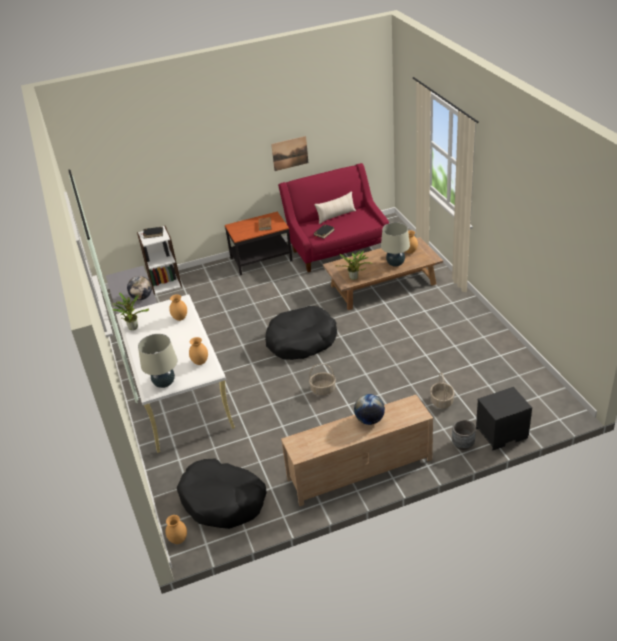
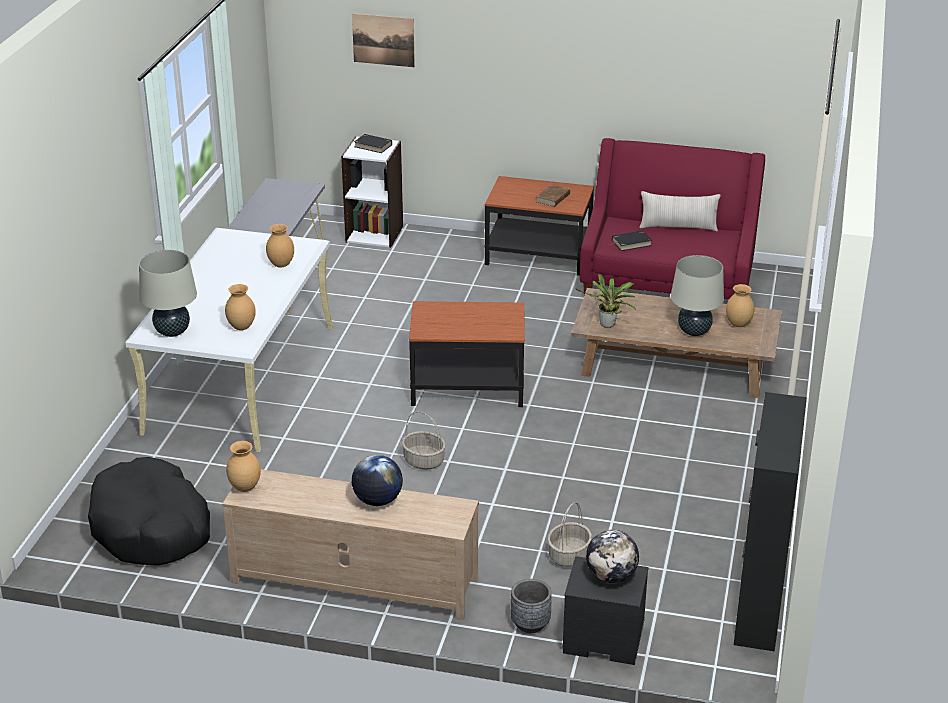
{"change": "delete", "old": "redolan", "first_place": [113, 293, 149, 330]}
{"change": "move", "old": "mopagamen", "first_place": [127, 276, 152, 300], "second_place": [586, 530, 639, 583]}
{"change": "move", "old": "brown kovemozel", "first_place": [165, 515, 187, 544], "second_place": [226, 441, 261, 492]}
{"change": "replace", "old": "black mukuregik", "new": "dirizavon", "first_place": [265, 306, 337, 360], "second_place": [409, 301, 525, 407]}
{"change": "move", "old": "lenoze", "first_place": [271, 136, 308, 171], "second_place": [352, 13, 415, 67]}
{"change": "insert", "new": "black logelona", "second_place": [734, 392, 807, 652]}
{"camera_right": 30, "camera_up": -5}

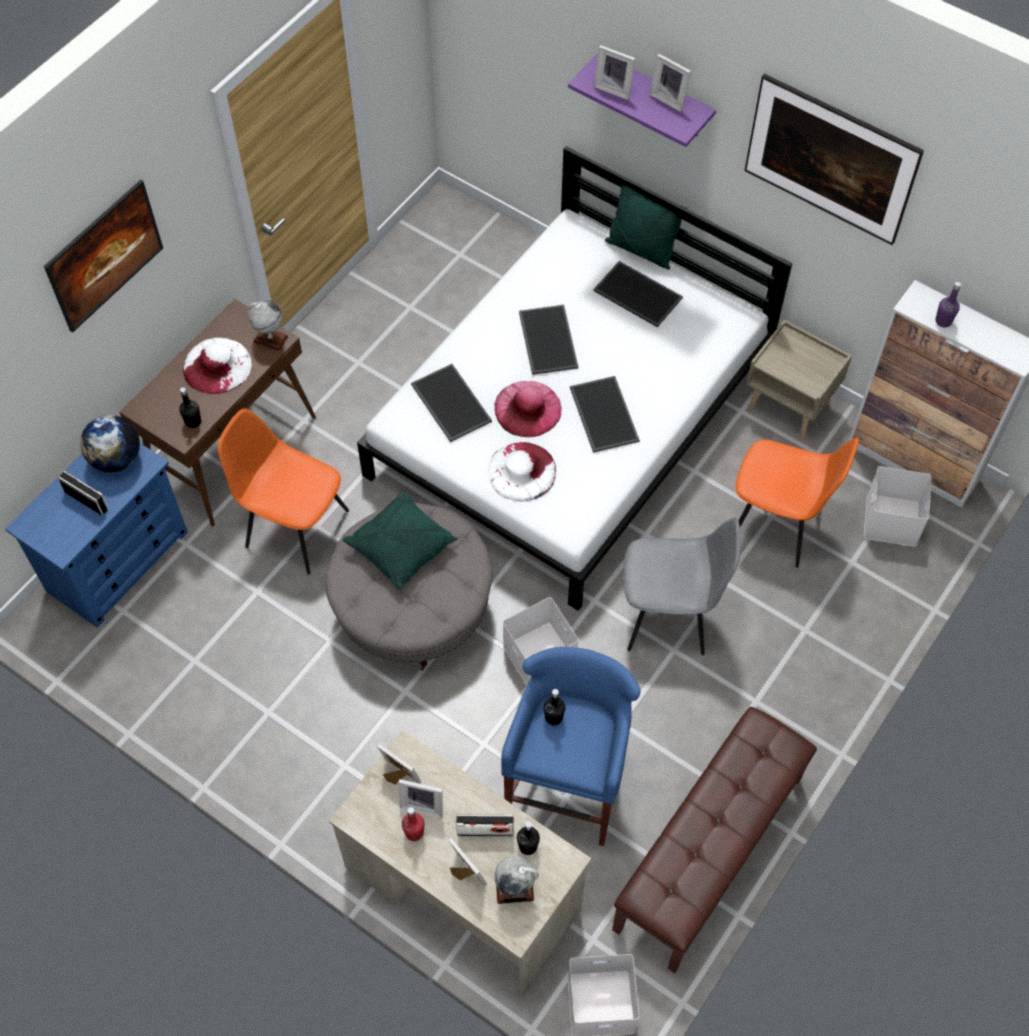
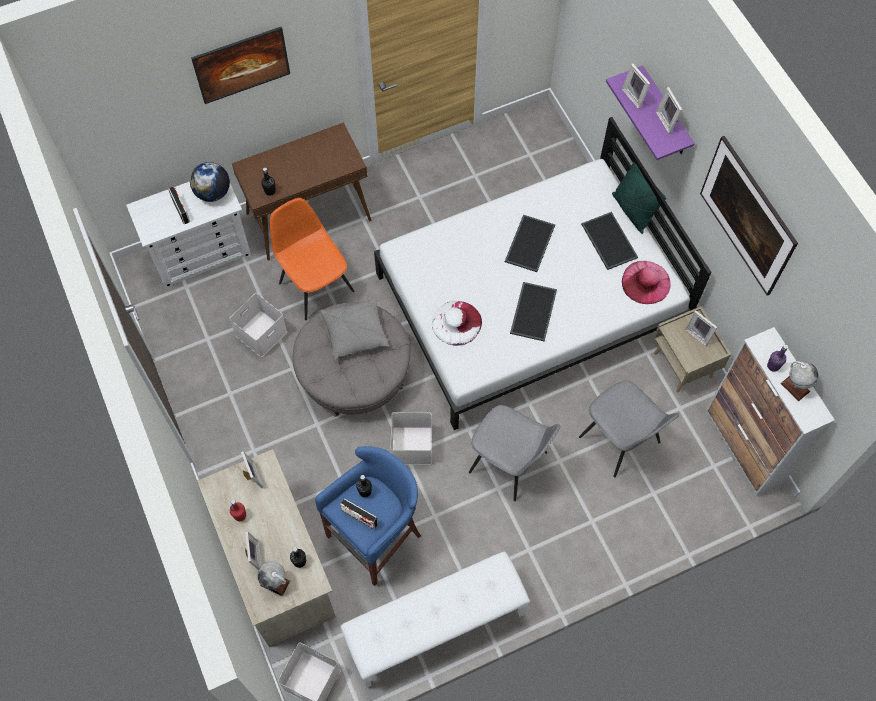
{"change": "recolor", "old": "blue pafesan", "new": "white pafesan", "first_place": [5, 443, 188, 628], "second_place": [126, 181, 252, 289]}
{"change": "delete", "old": "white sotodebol", "first_place": [183, 338, 252, 394]}
{"change": "move", "old": "mopagamen", "first_place": [247, 300, 289, 351], "second_place": [780, 361, 818, 401]}
{"change": "recolor", "old": "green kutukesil", "new": "grey kutukesil", "first_place": [343, 490, 458, 590], "second_place": [321, 298, 390, 360]}
{"change": "move", "old": "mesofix", "first_place": [398, 779, 443, 818], "second_place": [685, 311, 718, 346]}
{"change": "delete", "old": "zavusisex", "first_place": [411, 364, 492, 442]}
{"change": "move", "old": "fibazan", "first_place": [456, 815, 514, 836], "second_place": [340, 498, 378, 530]}
{"change": "move", "old": "pink sotodebol", "first_place": [494, 381, 562, 437], "second_place": [622, 261, 671, 304]}
{"change": "recolor", "old": "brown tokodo", "new": "white tokodo", "first_place": [612, 707, 817, 973], "second_place": [340, 552, 530, 688]}
{"change": "recolor", "old": "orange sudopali", "new": "grey sudopali", "first_place": [736, 437, 859, 568], "second_place": [579, 380, 679, 478]}
{"change": "move", "old": "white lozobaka", "first_place": [864, 466, 932, 547], "second_place": [229, 293, 287, 357]}
{"camera_right": 30, "camera_up": 5}

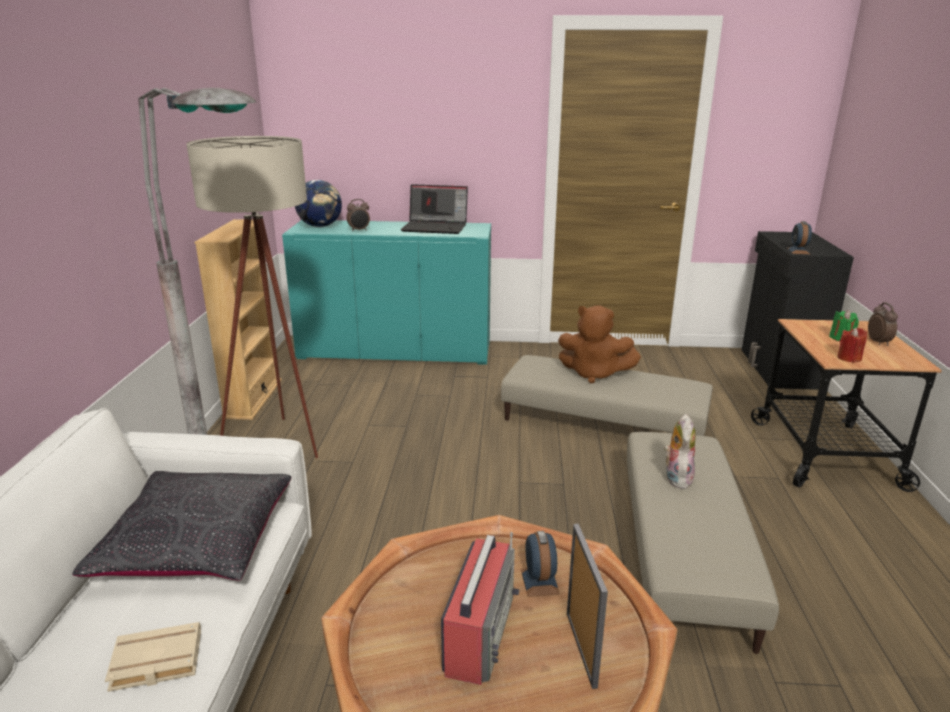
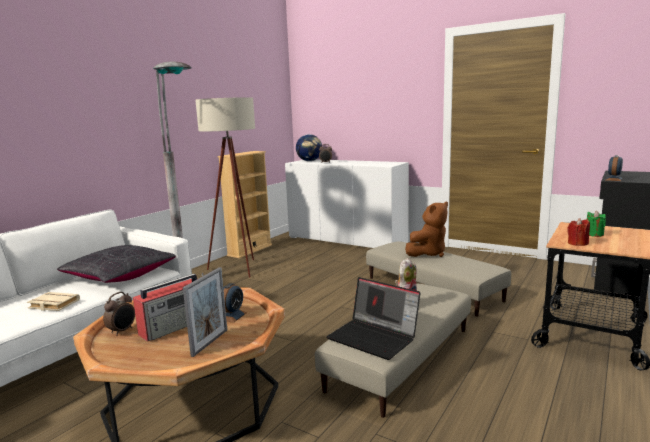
{"change": "recolor", "old": "turquoise logelona", "new": "white logelona", "first_place": [282, 220, 491, 365], "second_place": [285, 159, 409, 248]}
{"change": "move", "old": "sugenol", "first_place": [401, 184, 468, 234], "second_place": [327, 277, 421, 360]}
{"change": "rotate", "old": "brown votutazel", "first_place": [558, 305, 641, 383], "second_place": [405, 202, 448, 257], "degrees": -90}
{"change": "move", "old": "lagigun", "first_place": [868, 302, 898, 346], "second_place": [103, 292, 135, 336]}
{"camera_right": 30, "camera_up": -10}

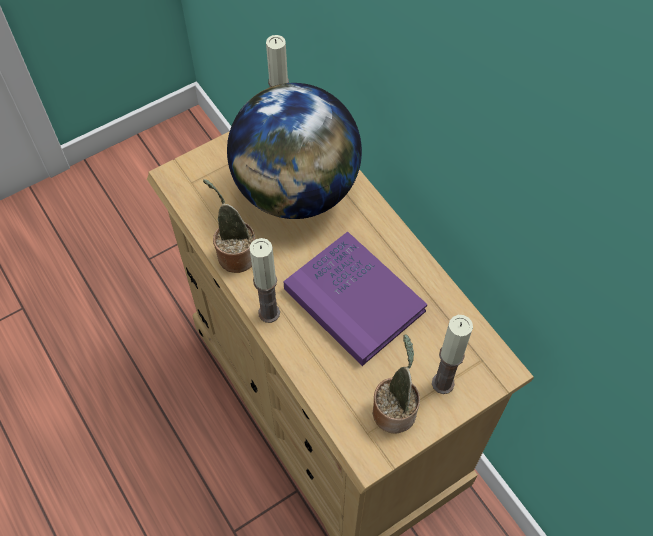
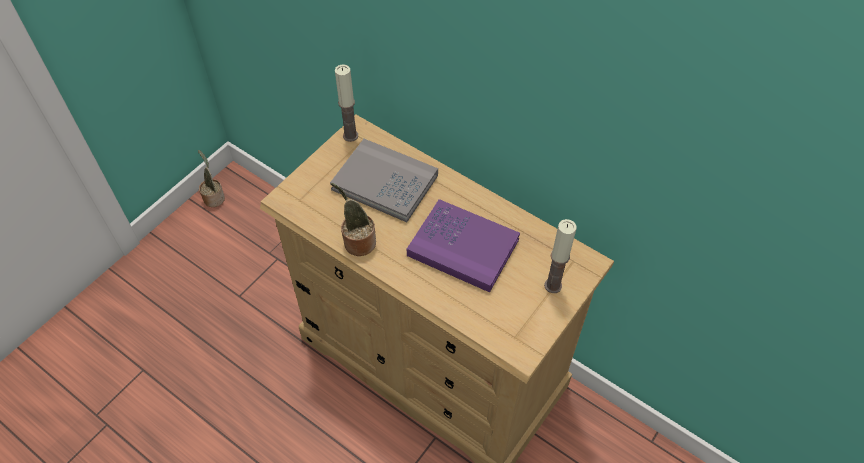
{"change": "replace", "old": "mopagamen", "new": "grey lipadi", "first_place": [227, 83, 362, 219], "second_place": [330, 139, 438, 222]}
{"change": "delete", "old": "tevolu", "first_place": [250, 238, 280, 323]}
{"change": "move", "old": "redolan", "first_place": [373, 334, 420, 433], "second_place": [198, 150, 225, 207]}
{"camera_right": -20, "camera_up": -5}

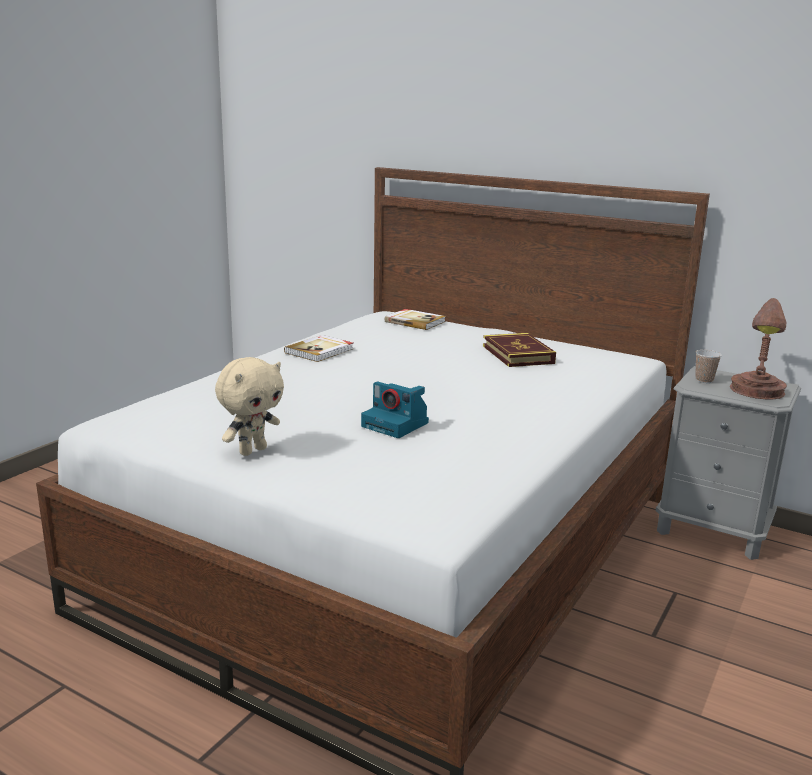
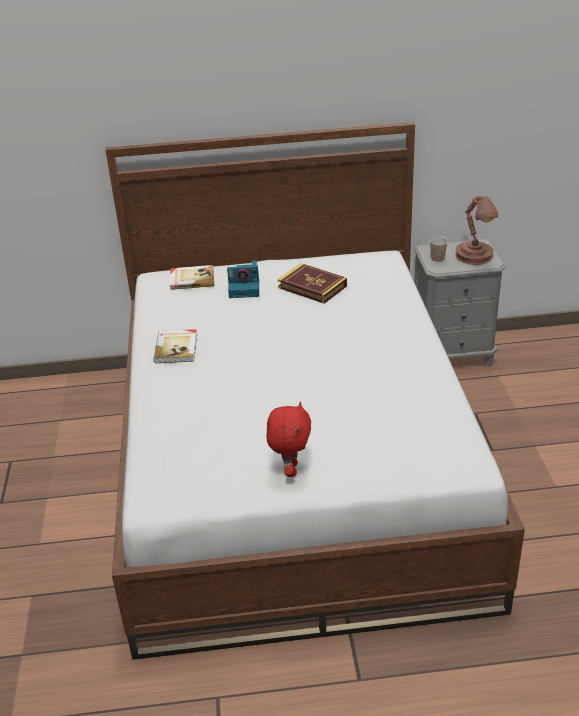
{"change": "recolor", "old": "beige votutazel", "new": "red votutazel", "first_place": [215, 357, 284, 456], "second_place": [266, 402, 311, 477]}
{"change": "move", "old": "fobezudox", "first_place": [361, 381, 429, 438], "second_place": [227, 260, 259, 298]}
{"camera_right": -35, "camera_up": 15}

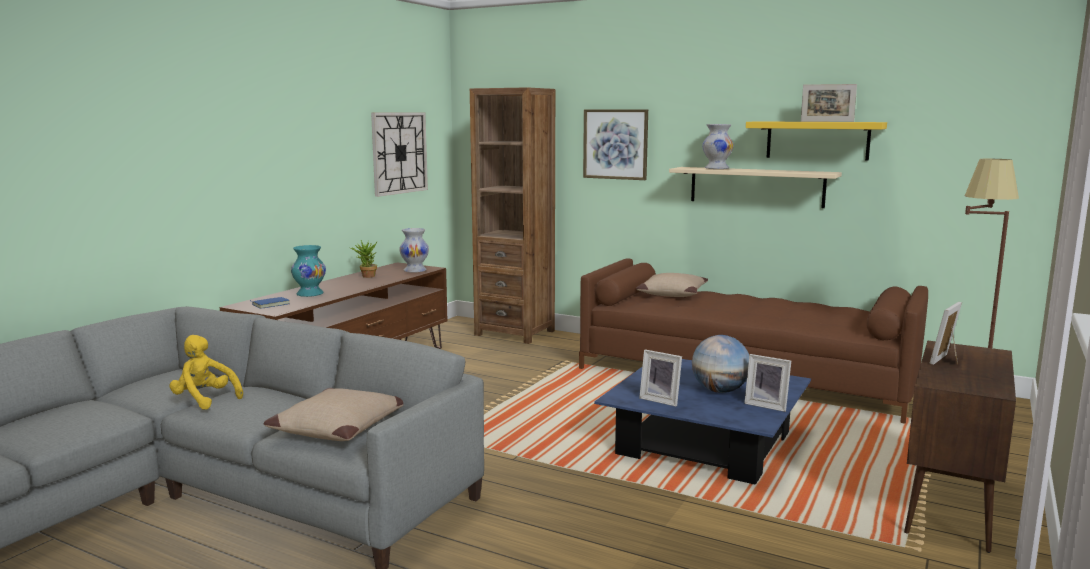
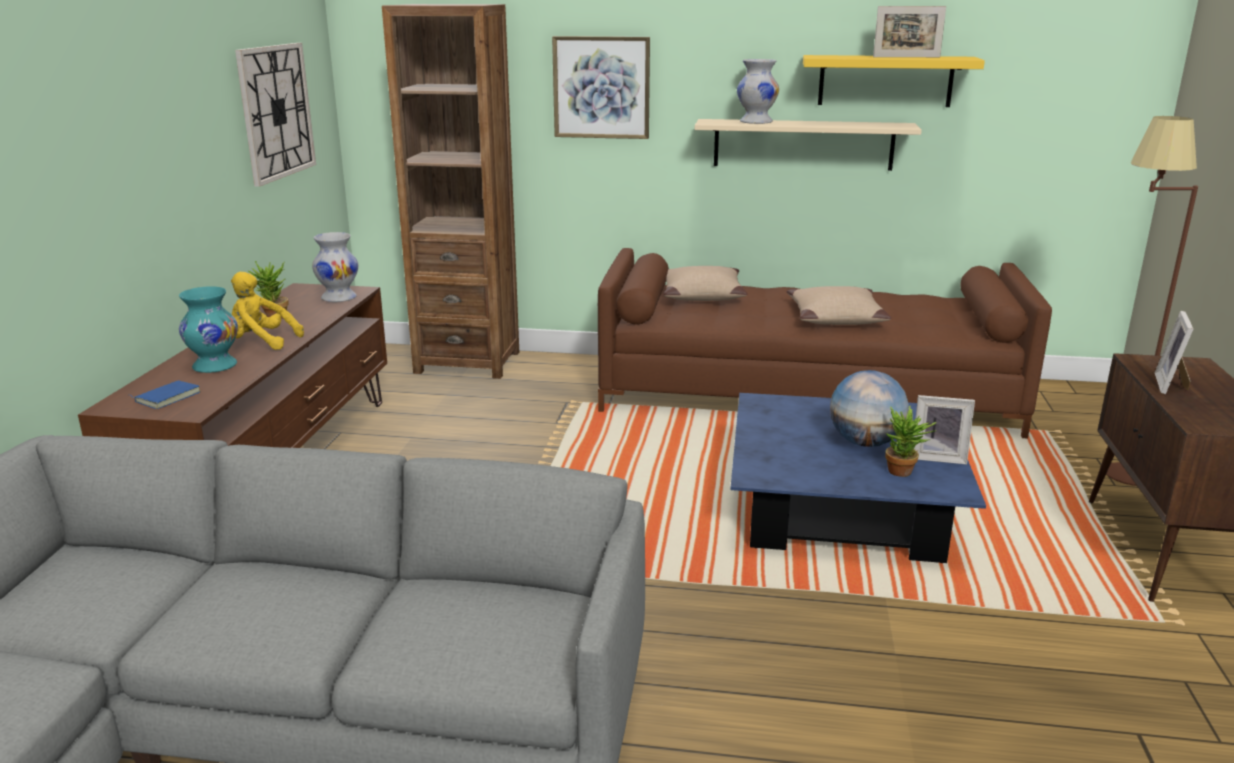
{"change": "move", "old": "yellow votutazel", "first_place": [169, 335, 243, 410], "second_place": [231, 272, 304, 350]}
{"change": "move", "old": "beige kutukesil", "first_place": [264, 388, 403, 441], "second_place": [786, 286, 891, 325]}
{"change": "delete", "old": "mesofix", "first_place": [639, 349, 682, 407]}
{"change": "insert", "new": "redolan", "second_place": [885, 406, 937, 477]}
{"camera_right": -20, "camera_up": 10}

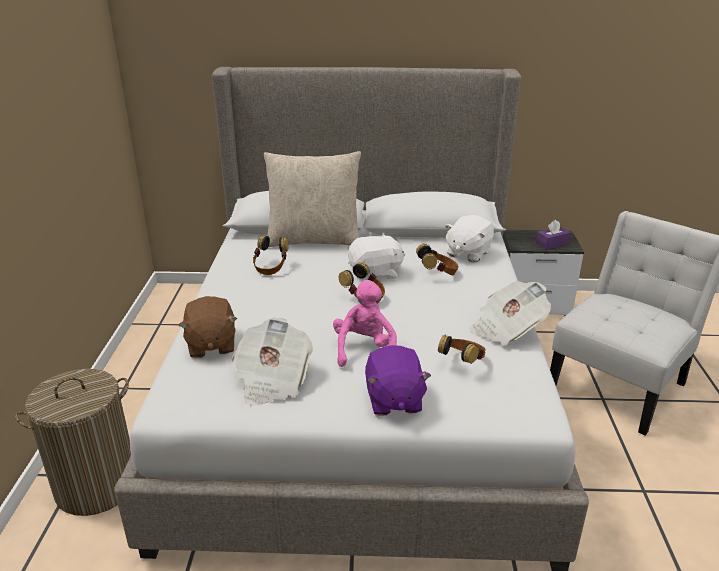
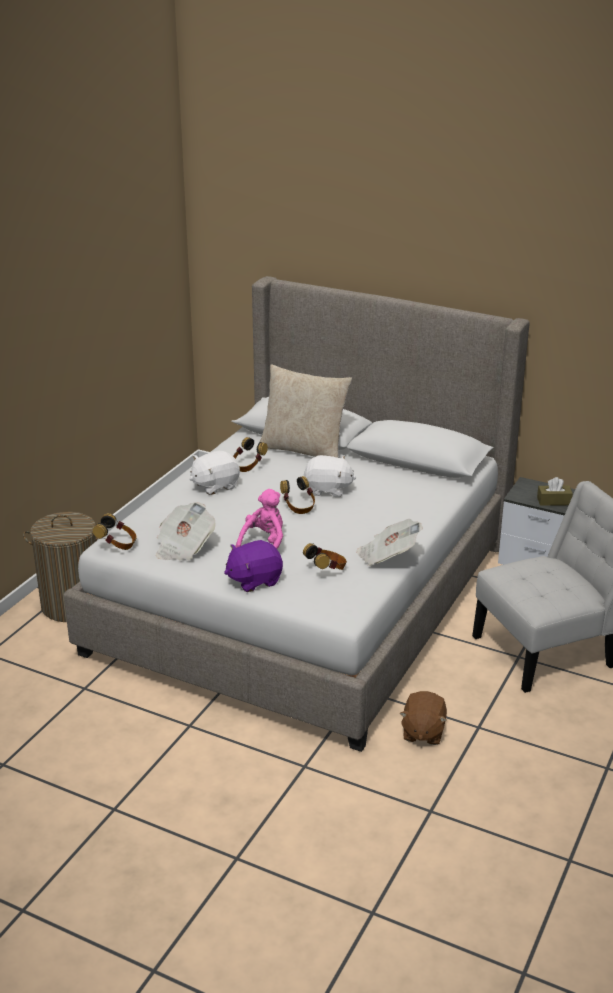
{"change": "move", "old": "brown votutazel", "first_place": [179, 296, 237, 358], "second_place": [400, 691, 447, 745]}
{"change": "rotate", "old": "purple votutazel", "first_place": [365, 345, 431, 416], "second_place": [224, 540, 283, 592], "degrees": 45}
{"change": "move", "old": "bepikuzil", "first_place": [416, 244, 459, 275], "second_place": [93, 513, 137, 550]}
{"change": "move", "old": "white votutazel", "first_place": [445, 215, 494, 262], "second_place": [190, 451, 240, 495]}
{"change": "recolor", "old": "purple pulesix", "new": "brown pulesix", "first_place": [536, 220, 571, 250], "second_place": [537, 477, 573, 506]}
{"camera_right": 25, "camera_up": 0}

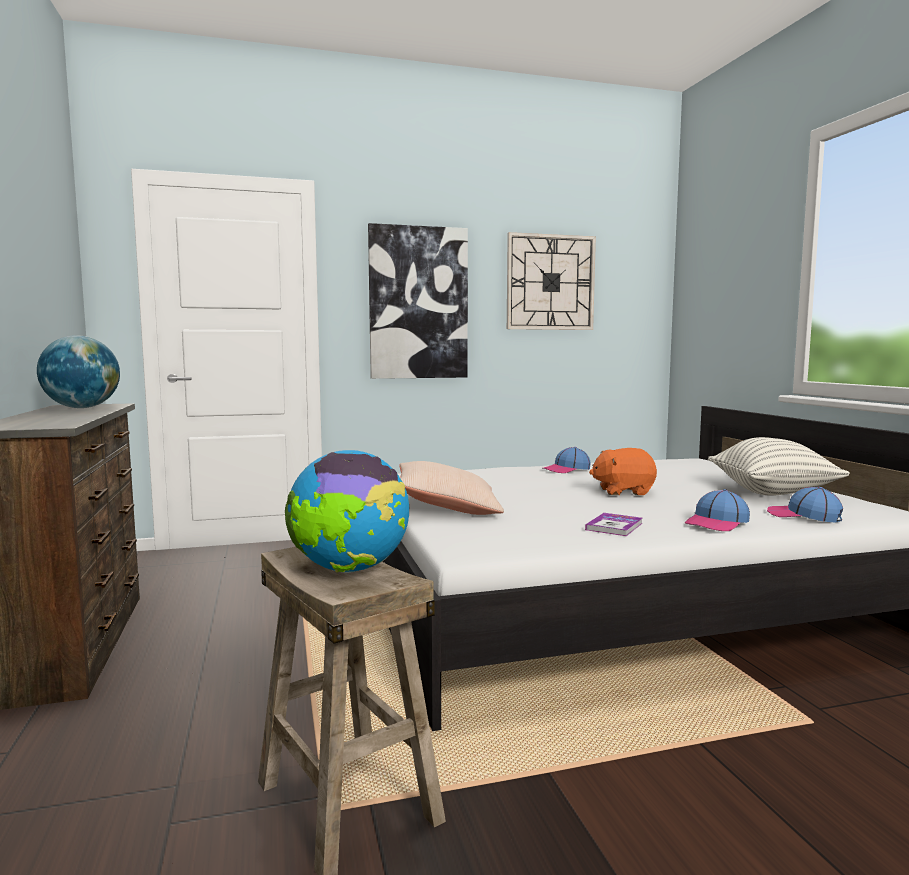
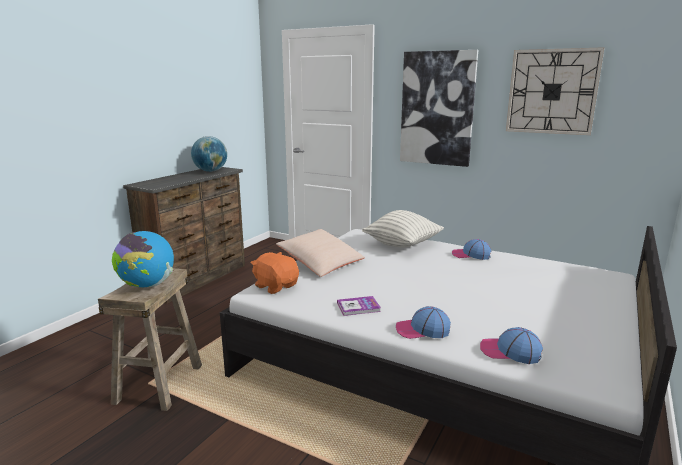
{"change": "move", "old": "orange votutazel", "first_place": [589, 448, 657, 495], "second_place": [251, 252, 299, 294]}
{"change": "move", "old": "kutukesil", "first_place": [708, 437, 850, 496], "second_place": [362, 210, 444, 247]}
{"change": "rotate", "old": "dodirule", "first_place": [767, 487, 843, 523], "second_place": [480, 327, 543, 364], "degrees": -60}
{"camera_right": 45, "camera_up": 10}

